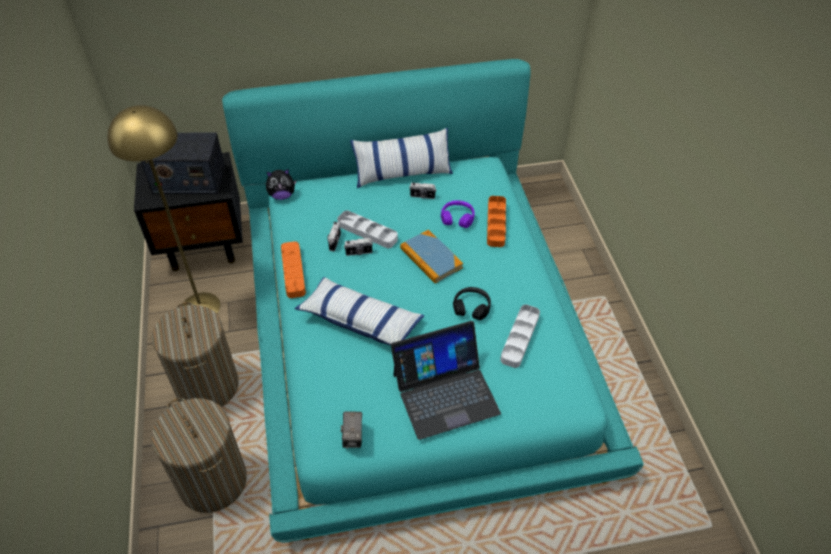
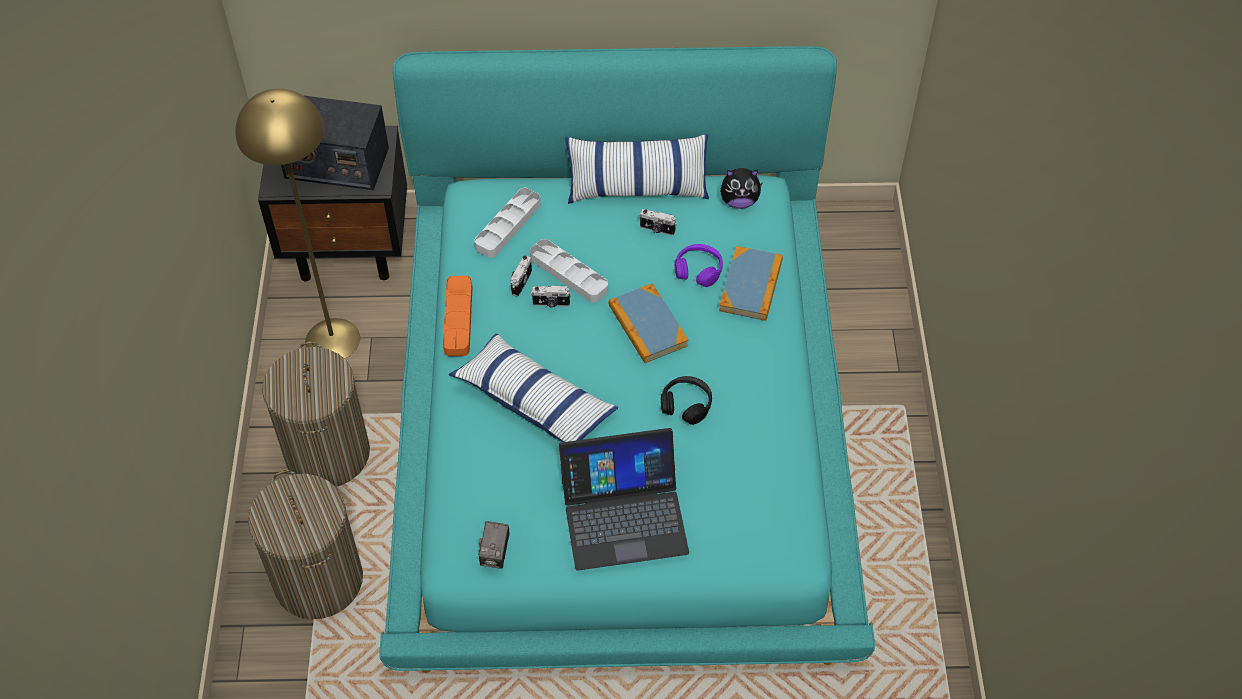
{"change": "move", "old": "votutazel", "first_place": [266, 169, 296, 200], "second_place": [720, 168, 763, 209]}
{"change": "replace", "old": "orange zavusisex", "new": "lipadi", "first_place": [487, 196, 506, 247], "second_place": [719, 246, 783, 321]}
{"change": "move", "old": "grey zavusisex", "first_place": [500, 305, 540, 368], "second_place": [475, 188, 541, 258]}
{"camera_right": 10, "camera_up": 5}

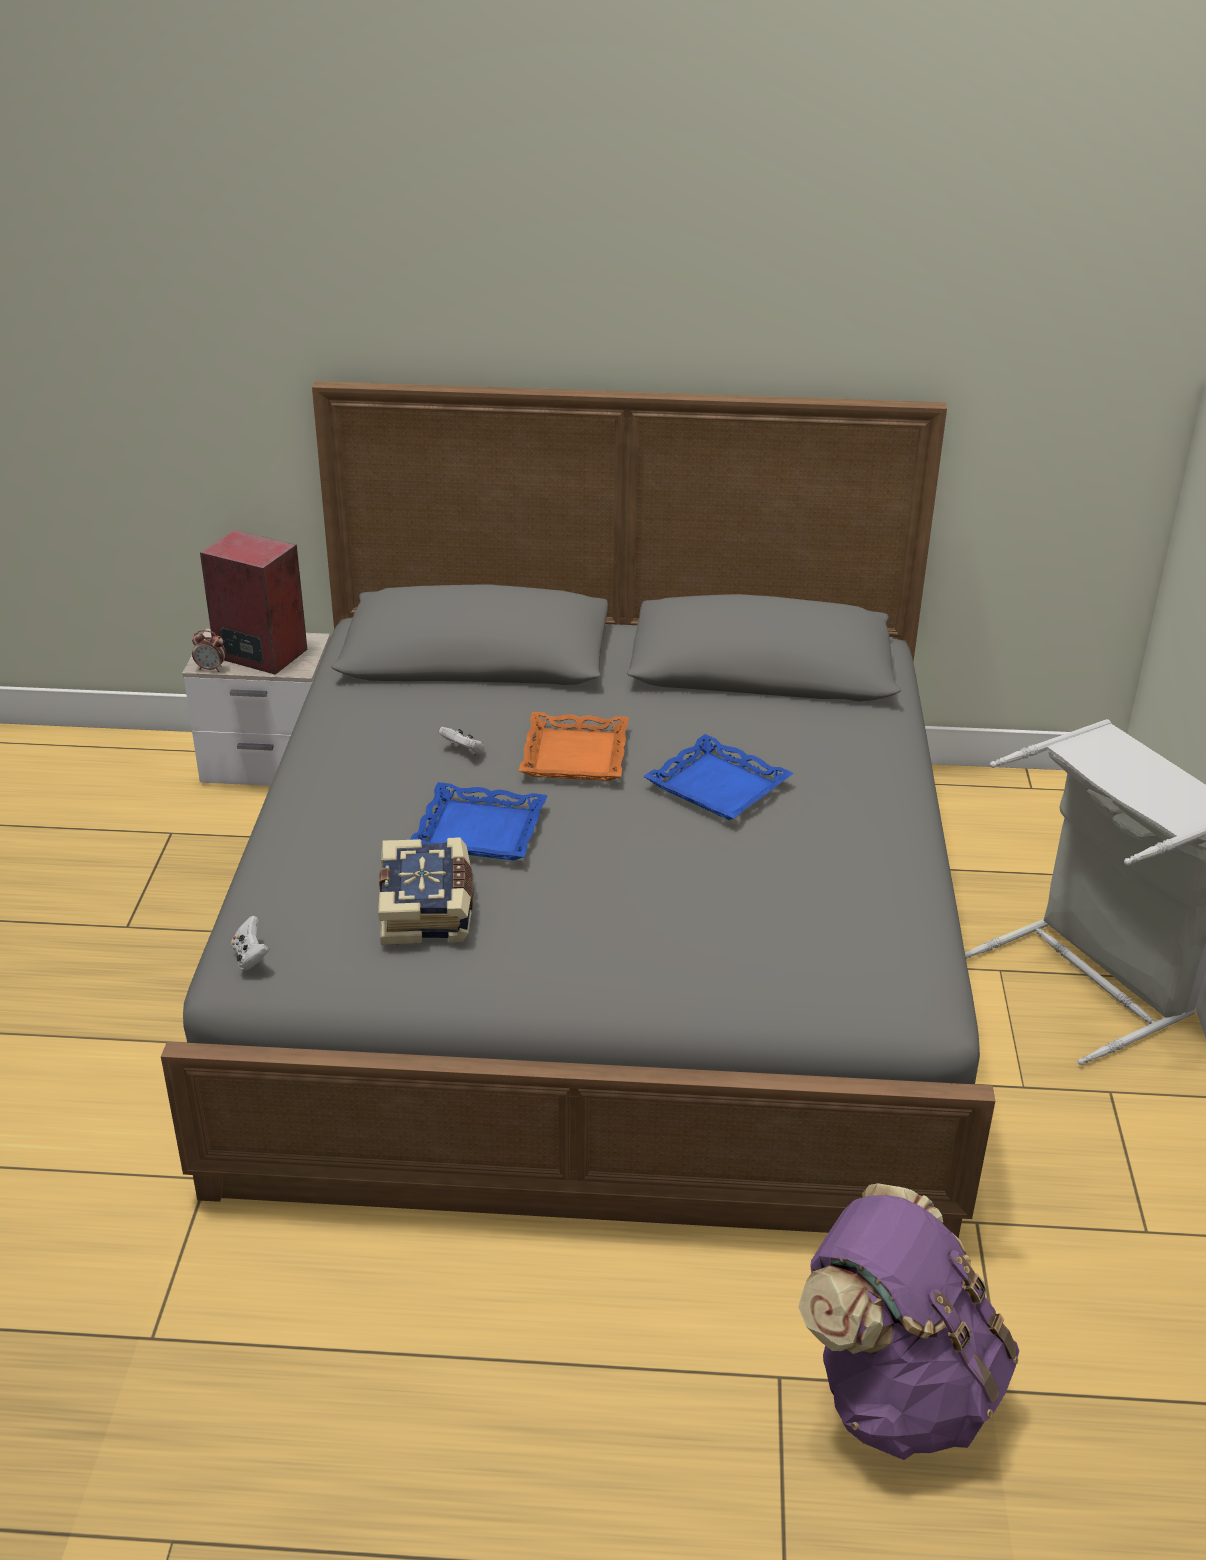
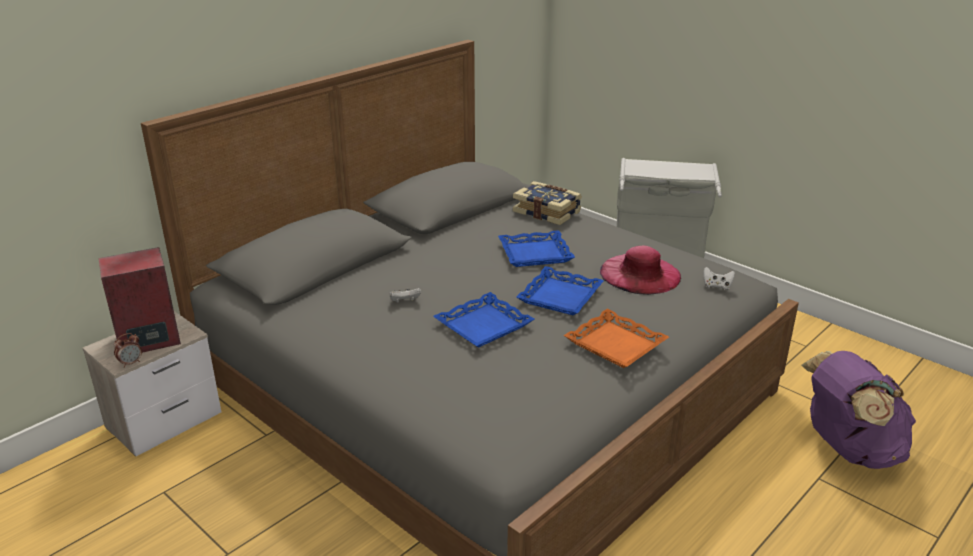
{"change": "move", "old": "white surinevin", "first_place": [231, 916, 269, 970], "second_place": [704, 267, 735, 290]}
{"change": "move", "old": "lipadi", "first_place": [378, 837, 474, 945], "second_place": [513, 181, 582, 225]}
{"change": "move", "old": "orange zavusisex", "first_place": [519, 712, 629, 781], "second_place": [564, 309, 669, 368]}
{"change": "insert", "new": "blue zavusisex", "second_place": [516, 266, 604, 315]}
{"change": "insert", "new": "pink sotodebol", "second_place": [600, 246, 681, 295]}
{"camera_right": -50, "camera_up": -5}

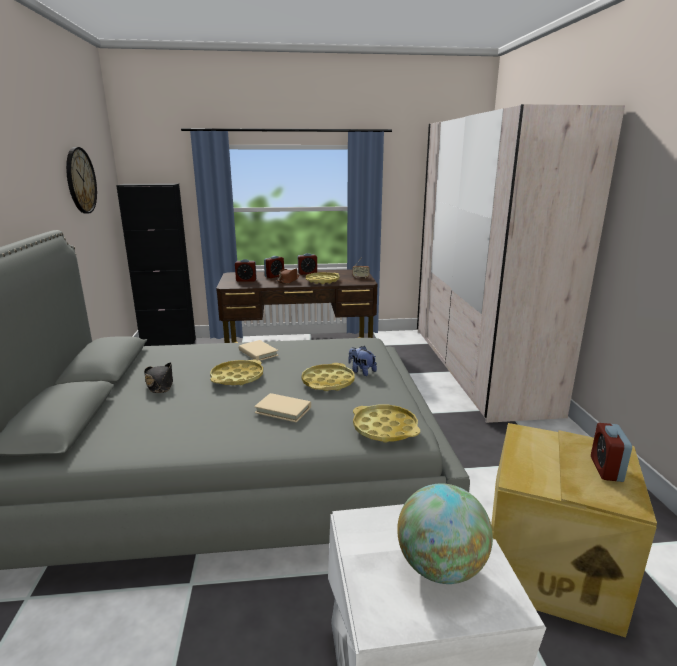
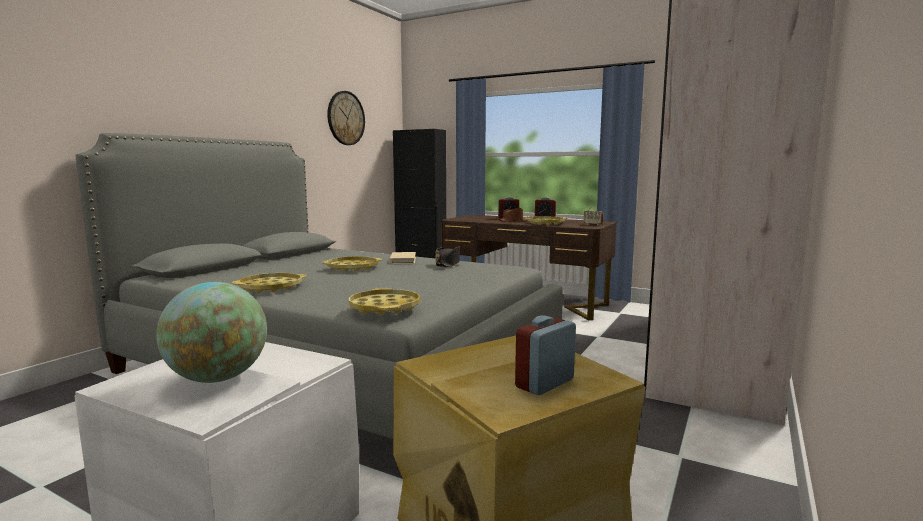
{"change": "move", "old": "black sotodebol", "first_place": [144, 362, 173, 393], "second_place": [435, 246, 460, 267]}
{"change": "delete", "old": "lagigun", "first_place": [235, 259, 257, 282]}
{"change": "delete", "old": "beige lipadi", "first_place": [254, 393, 311, 423]}
{"change": "move", "old": "yellow zavusisex", "first_place": [301, 363, 355, 391], "second_place": [232, 273, 307, 293]}
{"change": "delete", "old": "votutazel", "first_place": [348, 346, 377, 376]}
{"camera_right": 35, "camera_up": -10}

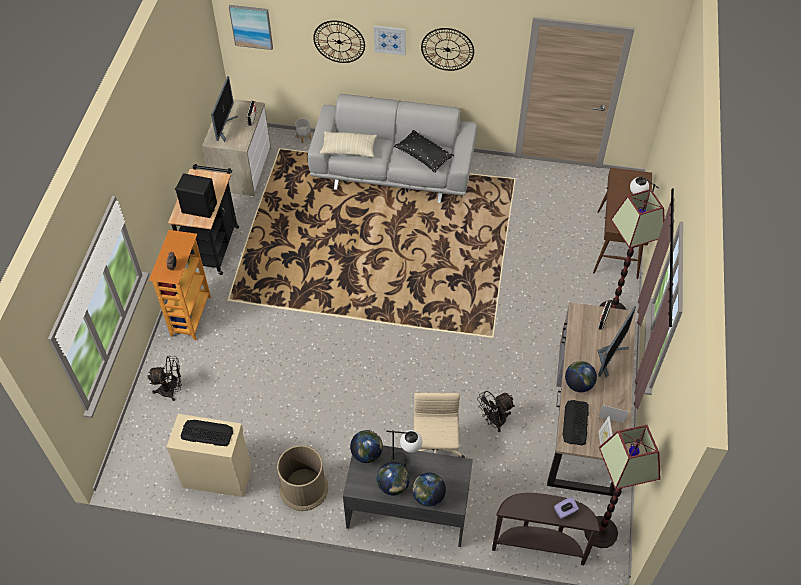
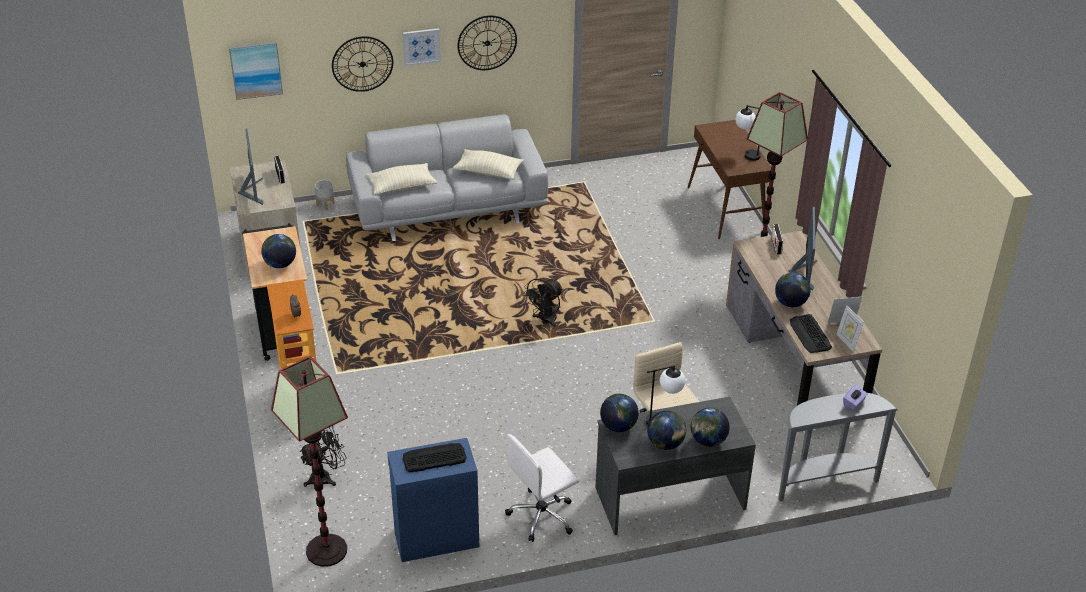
{"change": "recolor", "old": "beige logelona", "new": "blue logelona", "first_place": [166, 414, 252, 497], "second_place": [387, 438, 479, 562]}
{"change": "replace", "old": "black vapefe", "new": "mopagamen", "first_place": [175, 173, 217, 218], "second_place": [261, 234, 296, 268]}
{"change": "replace", "old": "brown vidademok", "new": "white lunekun", "first_place": [277, 445, 328, 511], "second_place": [505, 434, 580, 542]}
{"change": "recolor", "old": "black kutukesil", "new": "beige kutukesil", "first_place": [394, 130, 454, 173], "second_place": [453, 149, 524, 180]}
{"change": "move", "old": "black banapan", "first_place": [477, 391, 515, 432], "second_place": [522, 278, 563, 327]}
{"change": "recolor", "old": "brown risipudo", "new": "grey risipudo", "first_place": [492, 493, 601, 565], "second_place": [778, 393, 898, 501]}
{"change": "move", "old": "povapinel", "first_place": [584, 425, 660, 548], "second_place": [271, 356, 348, 567]}
{"camera_right": -25, "camera_up": -15}

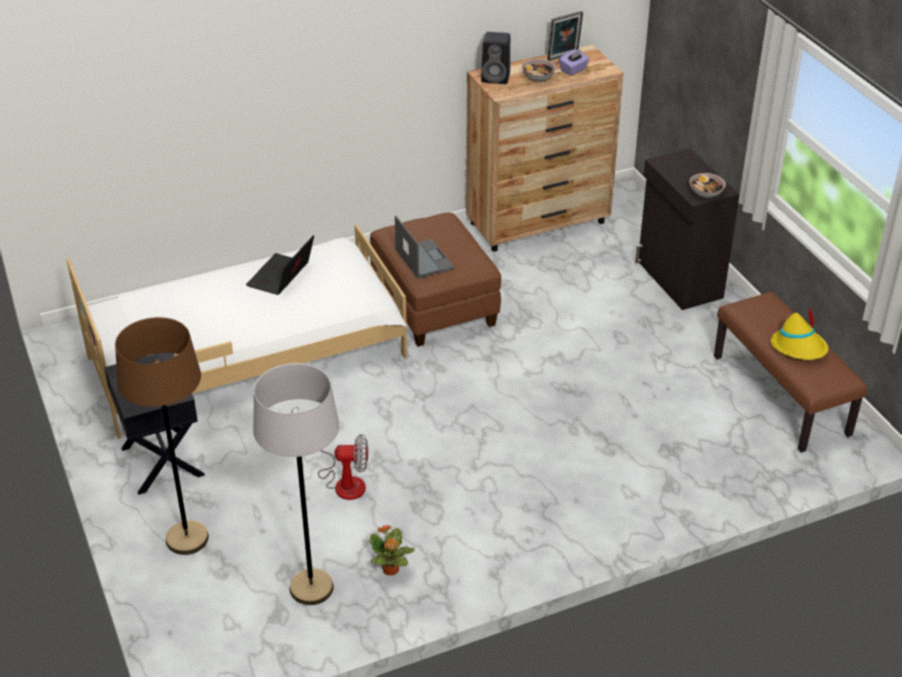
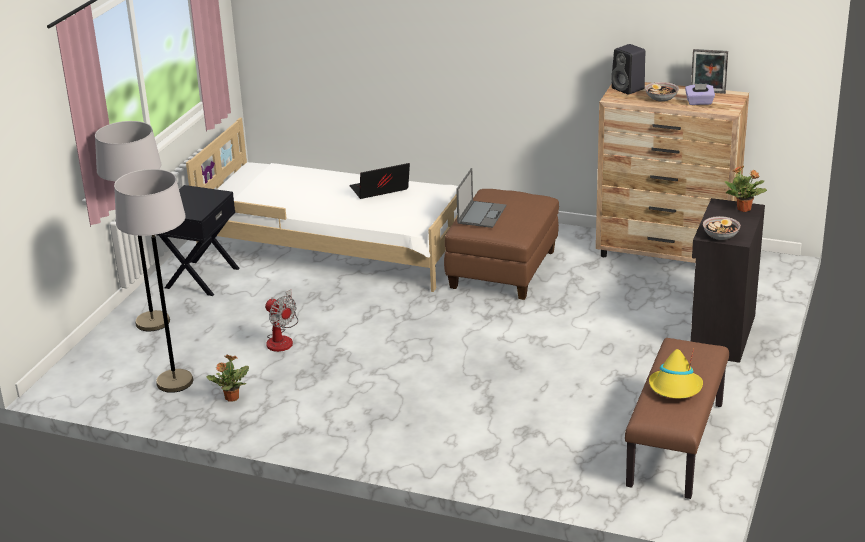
{"change": "recolor", "old": "brown povapinel", "new": "grey povapinel", "first_place": [115, 317, 209, 555], "second_place": [95, 121, 170, 331]}
{"change": "insert", "new": "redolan", "second_place": [725, 166, 767, 212]}
{"camera_right": 45, "camera_up": -10}

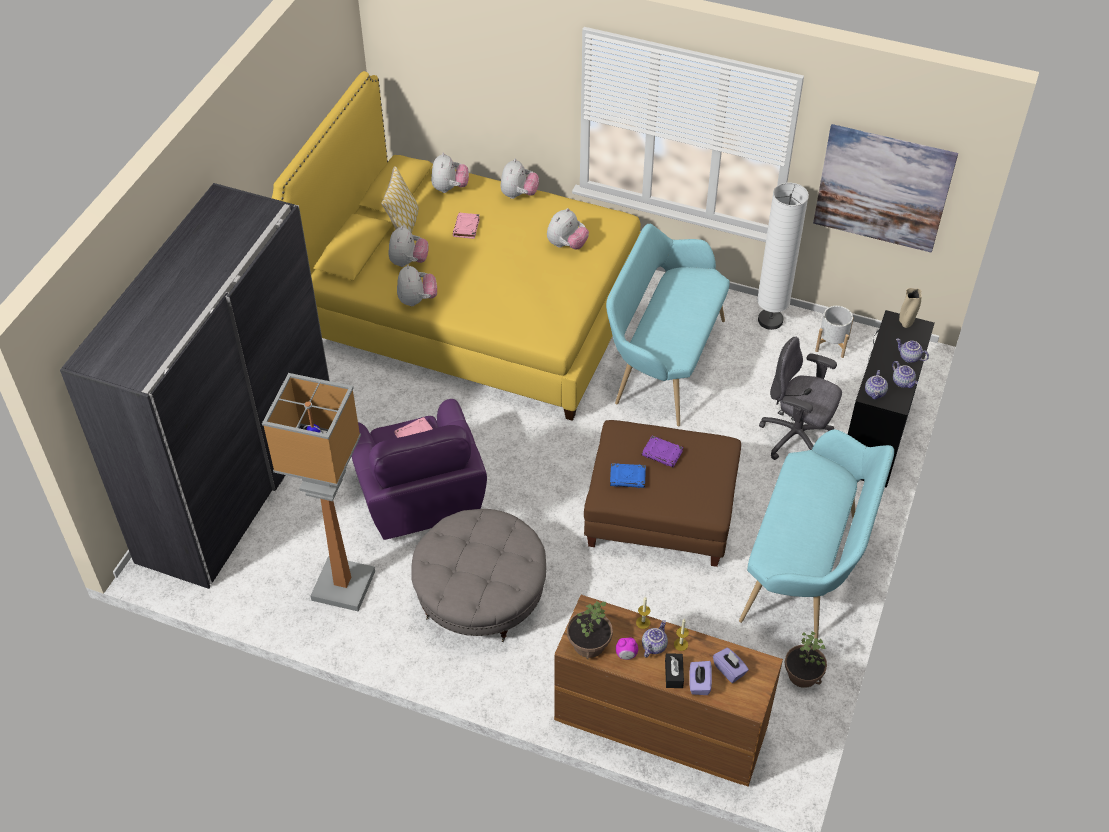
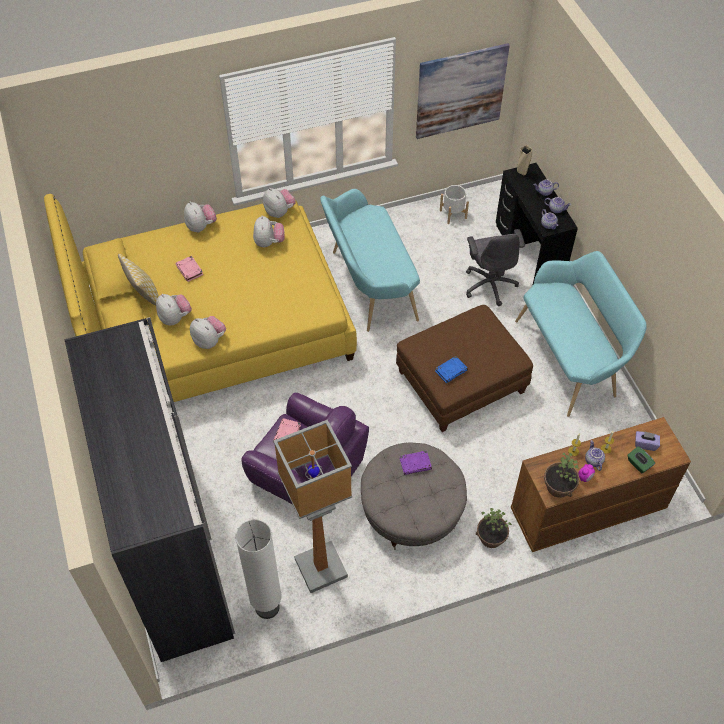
{"change": "move", "old": "votutazel", "first_place": [431, 153, 469, 193], "second_place": [263, 188, 296, 218]}
{"change": "move", "old": "purple lipadi", "first_place": [642, 436, 683, 467], "second_place": [399, 451, 432, 475]}
{"change": "delete", "old": "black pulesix", "first_place": [665, 653, 684, 688]}
{"change": "recolor", "old": "purple pulesix", "new": "green pulesix", "first_place": [689, 661, 712, 695], "second_place": [627, 446, 655, 473]}
{"change": "move", "old": "white povapinel", "first_place": [757, 183, 809, 330], "second_place": [235, 519, 282, 619]}
{"change": "rotate", "old": "grey lunekun", "first_place": [759, 337, 842, 460], "second_place": [466, 229, 525, 306], "degrees": -90}
{"change": "move", "old": "redolan", "first_place": [785, 631, 827, 688], "second_place": [476, 508, 512, 548]}
{"camera_right": -40, "camera_up": 5}

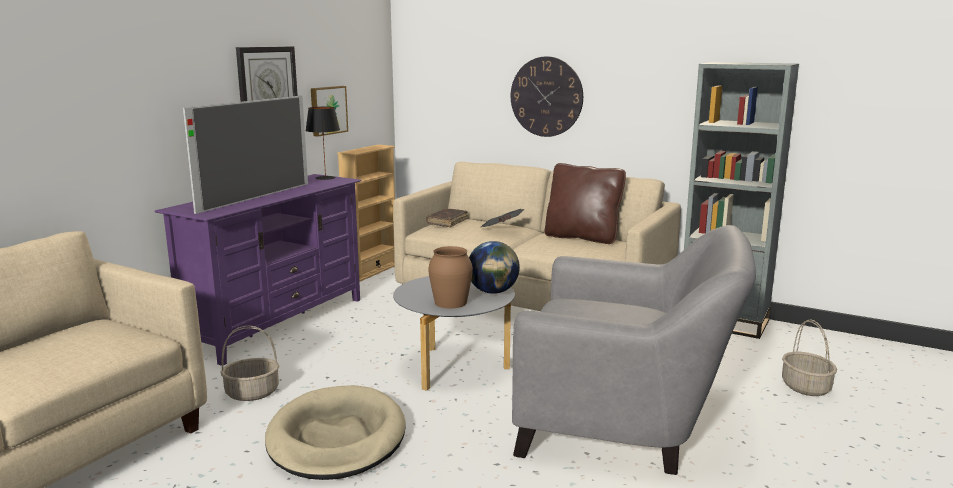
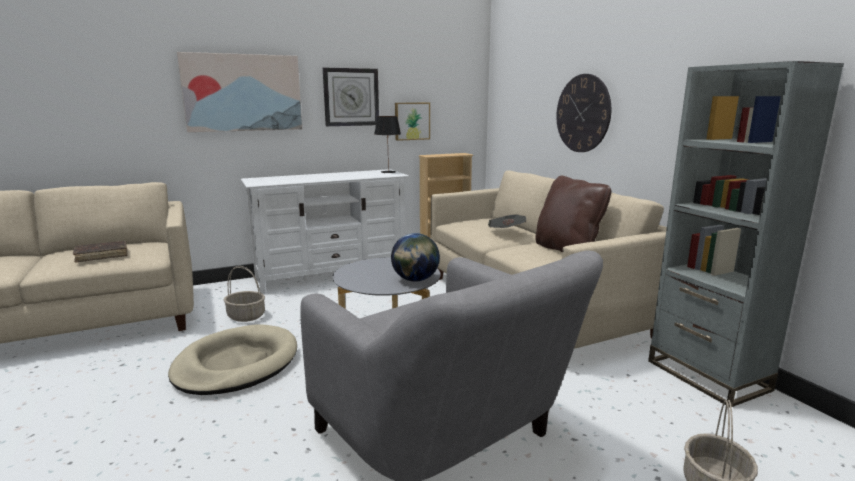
{"change": "recolor", "old": "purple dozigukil", "new": "white dozigukil", "first_place": [154, 174, 362, 366], "second_place": [241, 169, 409, 294]}
{"change": "delete", "old": "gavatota", "first_place": [183, 96, 308, 214]}
{"change": "move", "old": "brown lipadi", "first_place": [426, 209, 468, 227], "second_place": [73, 241, 128, 263]}
{"change": "delete", "old": "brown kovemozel", "first_place": [428, 246, 473, 308]}
{"change": "insert", "new": "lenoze", "second_place": [177, 52, 302, 132]}
{"camera_right": 35, "camera_up": 0}

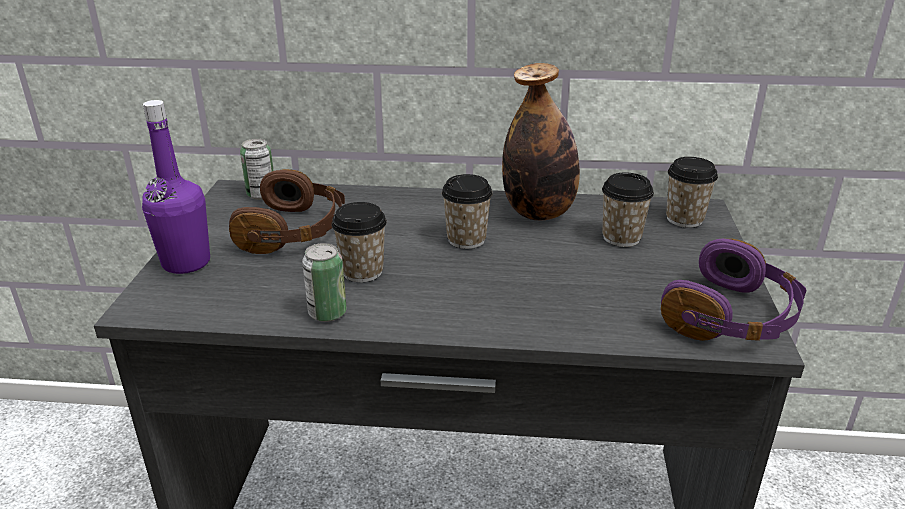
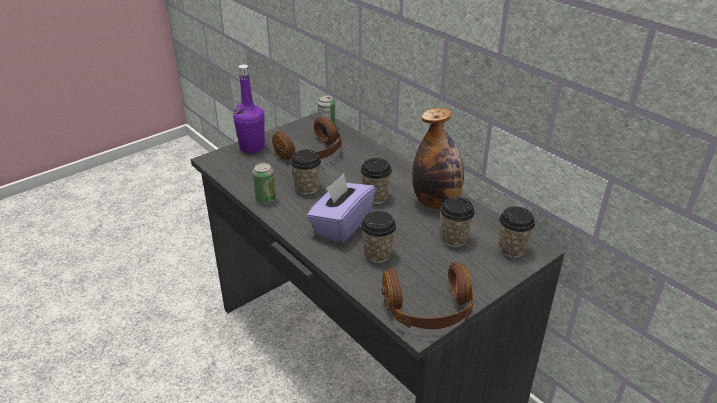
{"change": "recolor", "old": "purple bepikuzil", "new": "brown bepikuzil", "first_place": [661, 239, 807, 341], "second_place": [382, 262, 473, 329]}
{"change": "insert", "new": "purple pulesix", "second_place": [307, 174, 376, 244]}
{"change": "insert", "new": "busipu", "second_place": [361, 211, 396, 263]}
{"camera_right": 45, "camera_up": 5}

